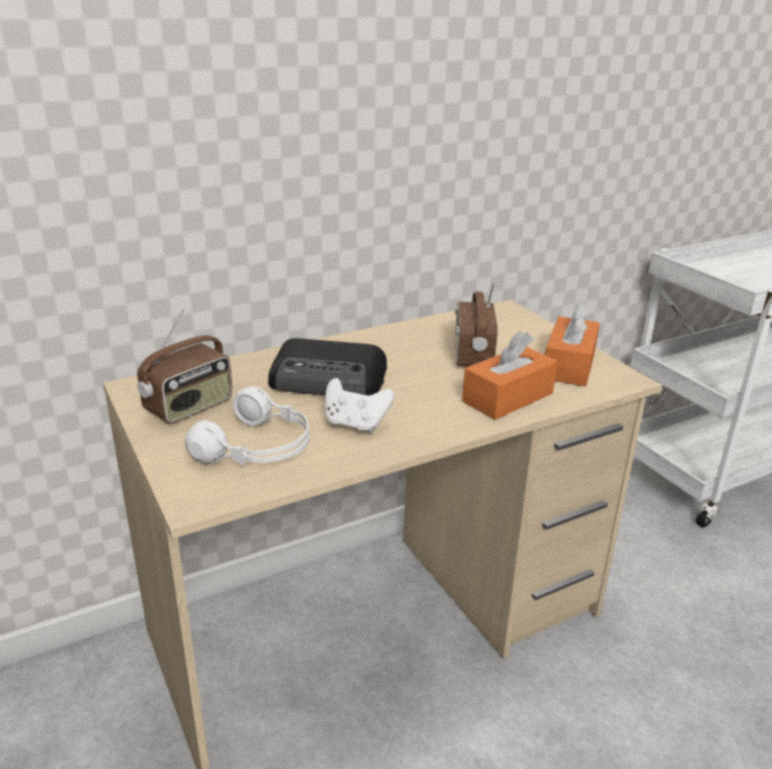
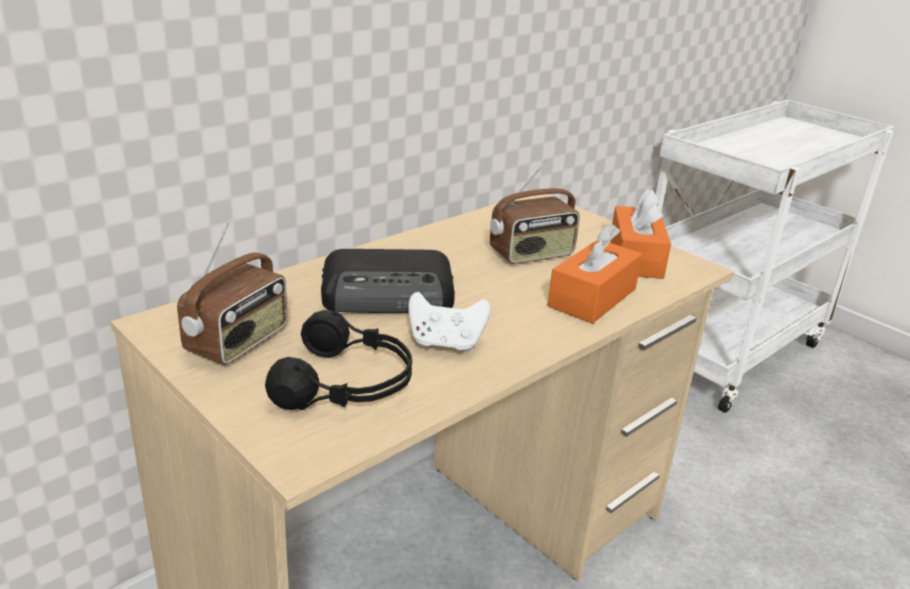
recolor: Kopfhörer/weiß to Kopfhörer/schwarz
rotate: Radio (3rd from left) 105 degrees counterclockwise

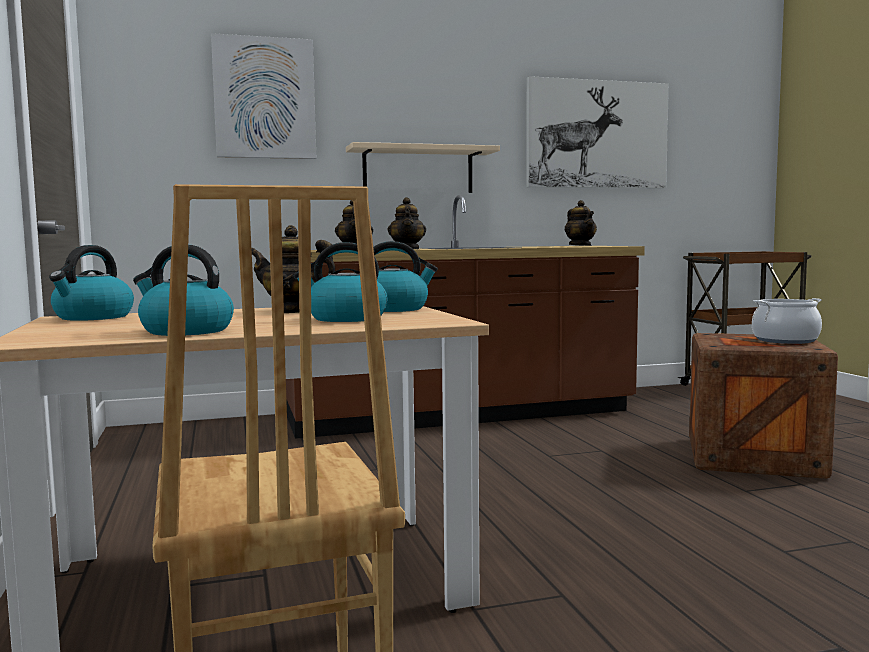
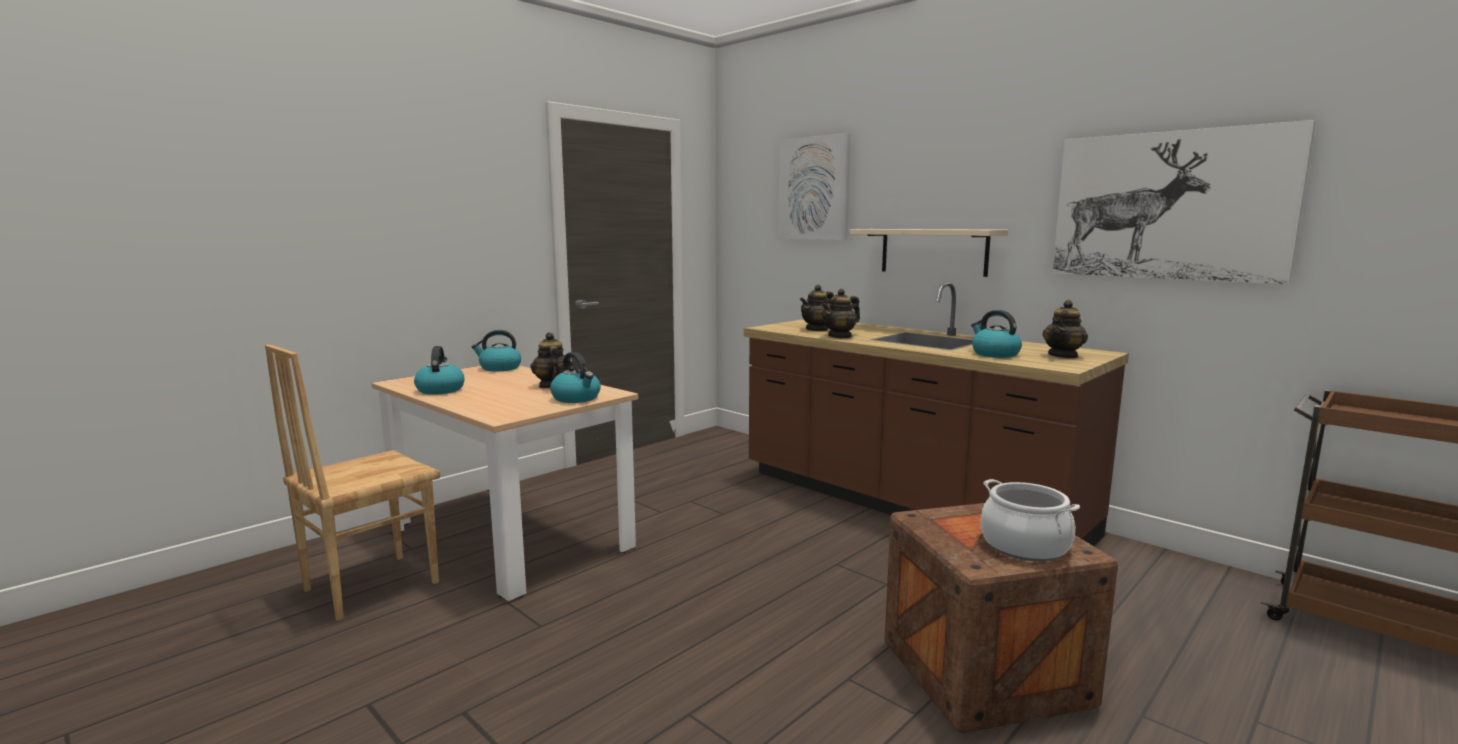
move: Wasserkessel (3rd from left in the first image) to Wasserkessel (4th from left)

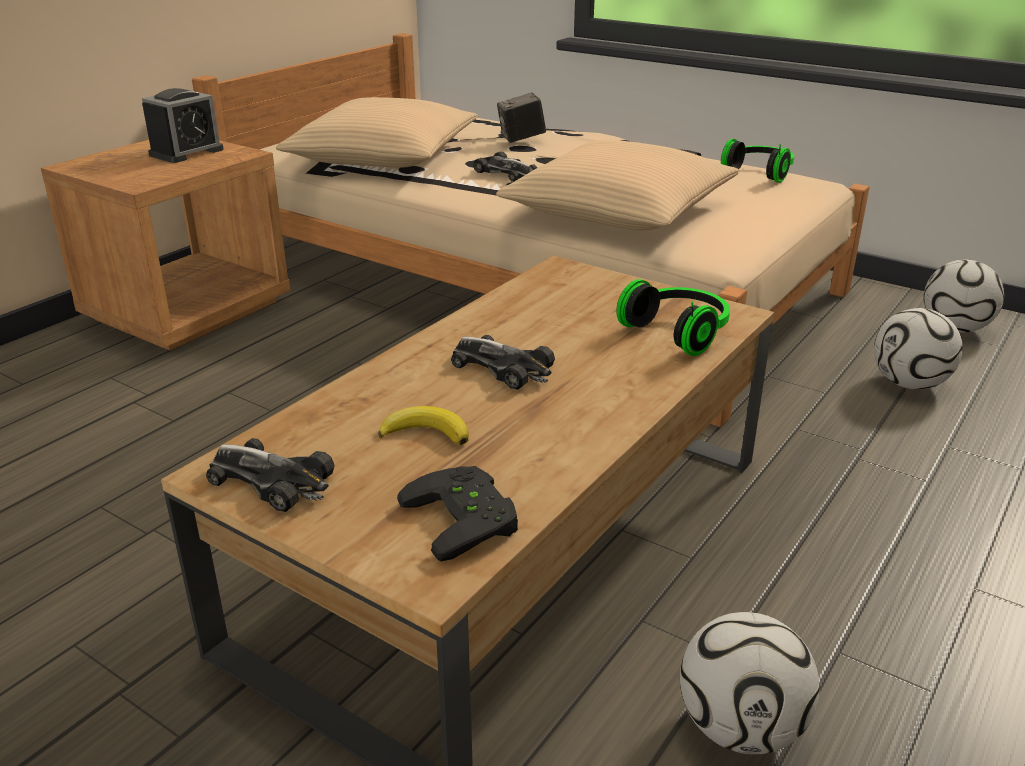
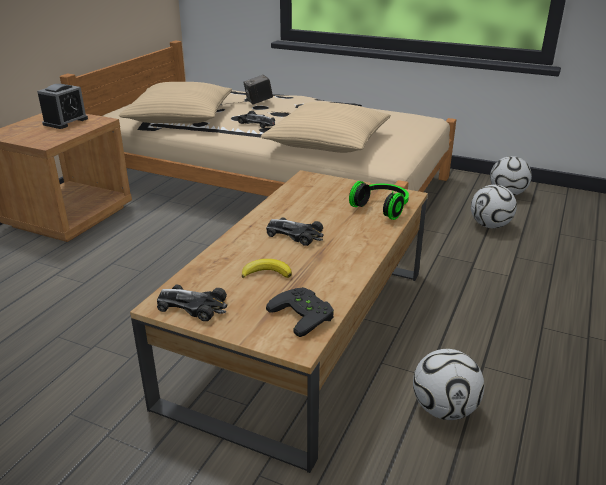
delete: Kopfhörer (2nd from left)

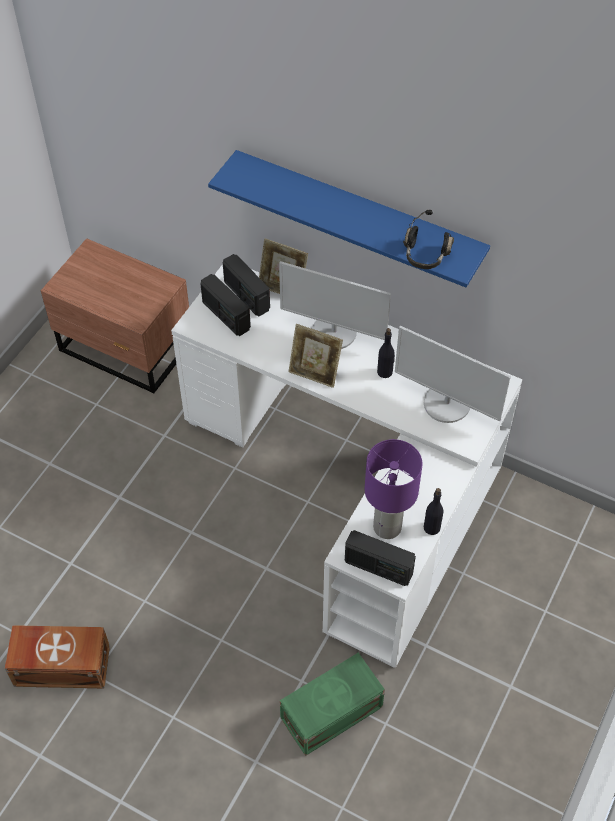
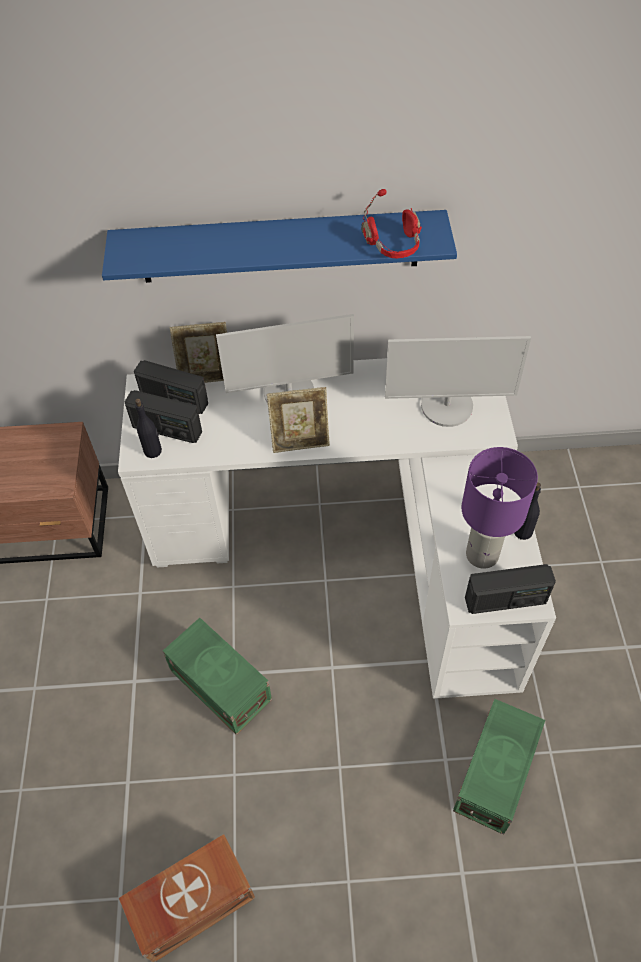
insert: Aufbewahrungsbox/grün (1st from left)
move: Flasche/schwarz (1st from left)
recolor: Kopfhörer/schwarz to Kopfhörer/rot

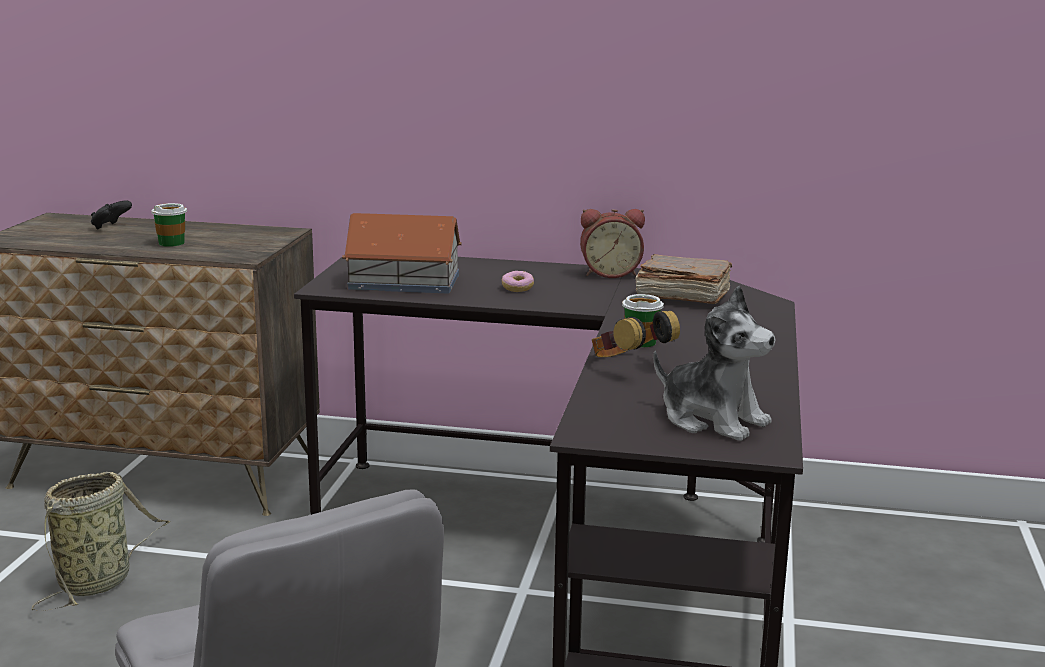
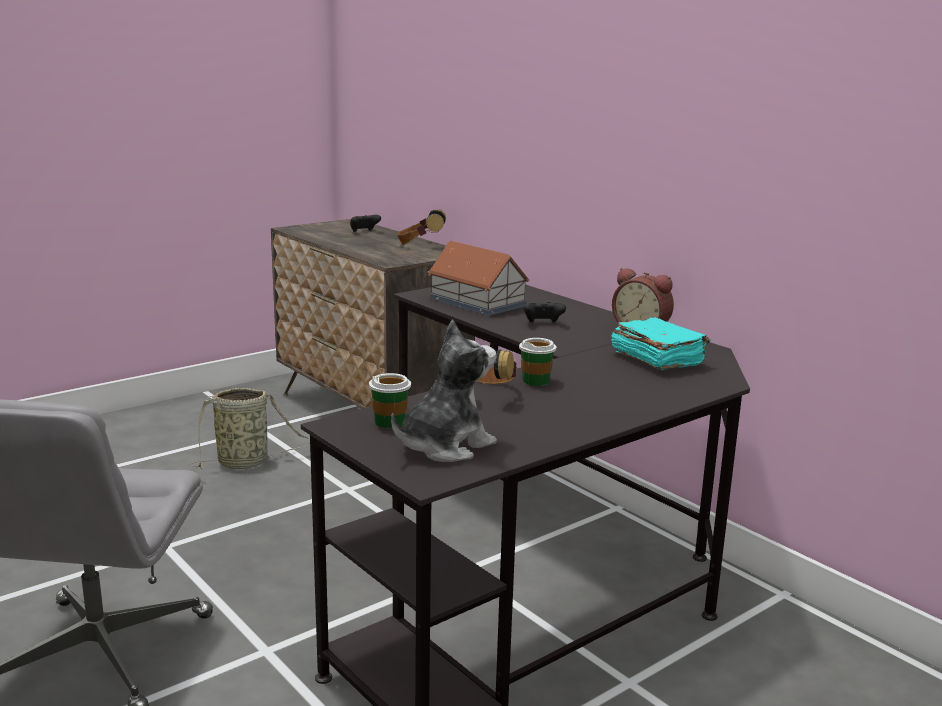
insert: Kopfhörer (1st from left)
move: Tasse (1st from left)
replace: Donut to Gamepad/schwarz (2nd from left)
recolor: Buch/braun to Buch/türkis
rotate: Plüschtier 120 degrees counterclockwise

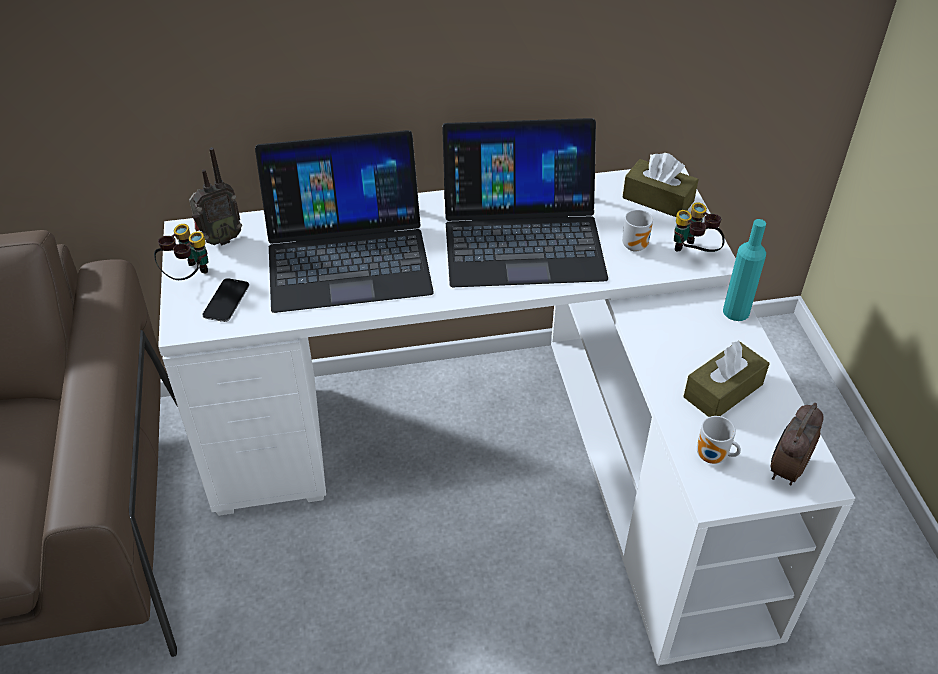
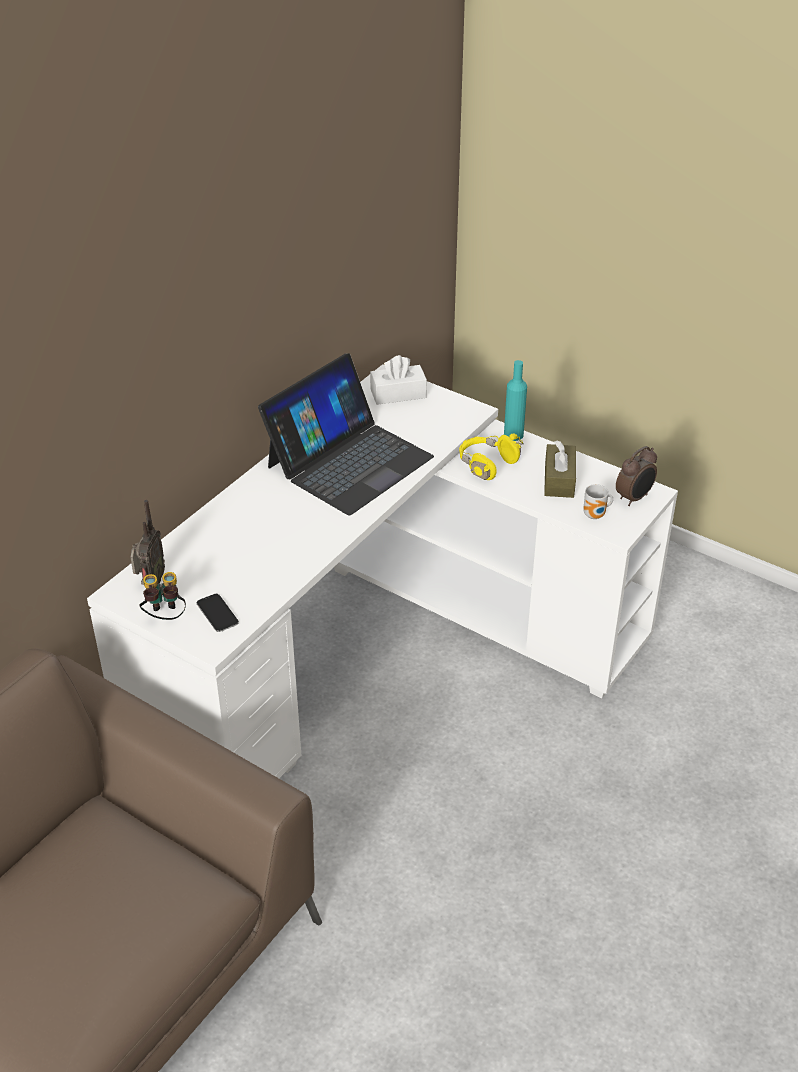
delete: Laptop (1st from left); Henkelbecher (1st from left); Fernglas (2nd from left)
insert: Kopfhörer/gelb
recolor: Taschentuchbox/braun (1st from left) to Taschentuchbox/weiß
rotate: Wecker 120 degrees counterclockwise

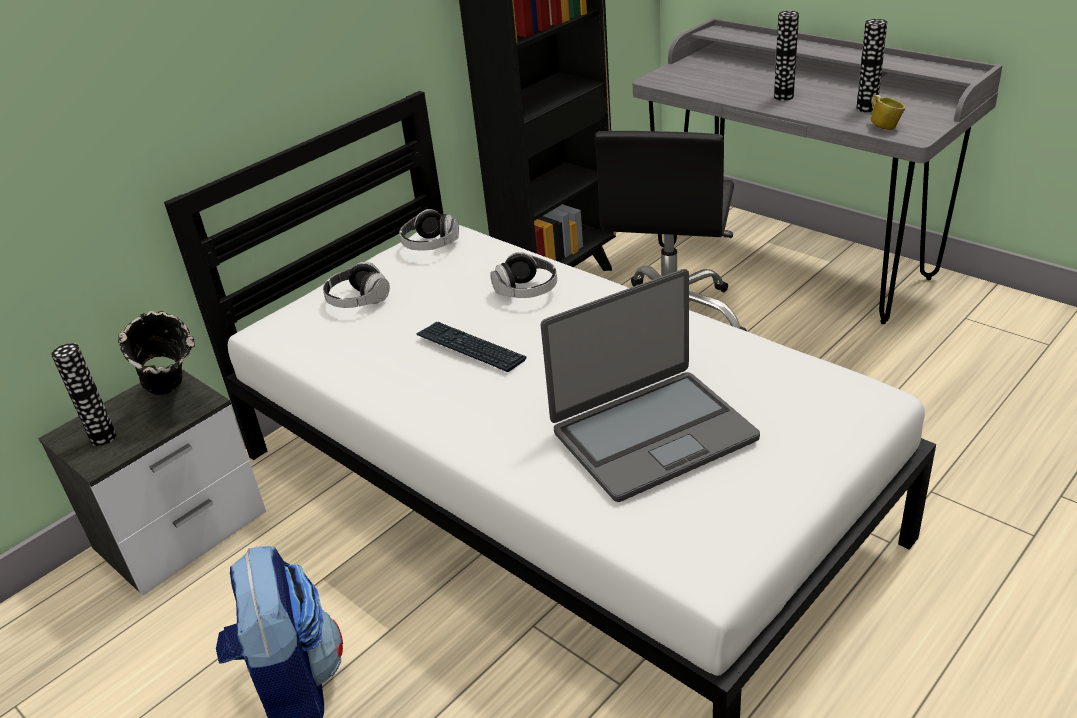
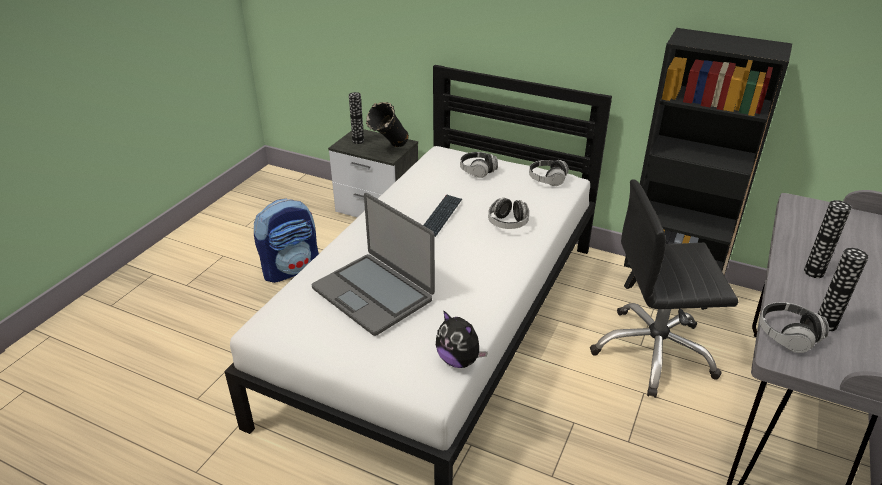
insert: Plüschtier
replace: Henkelbecher to Kopfhörer (4th from left)

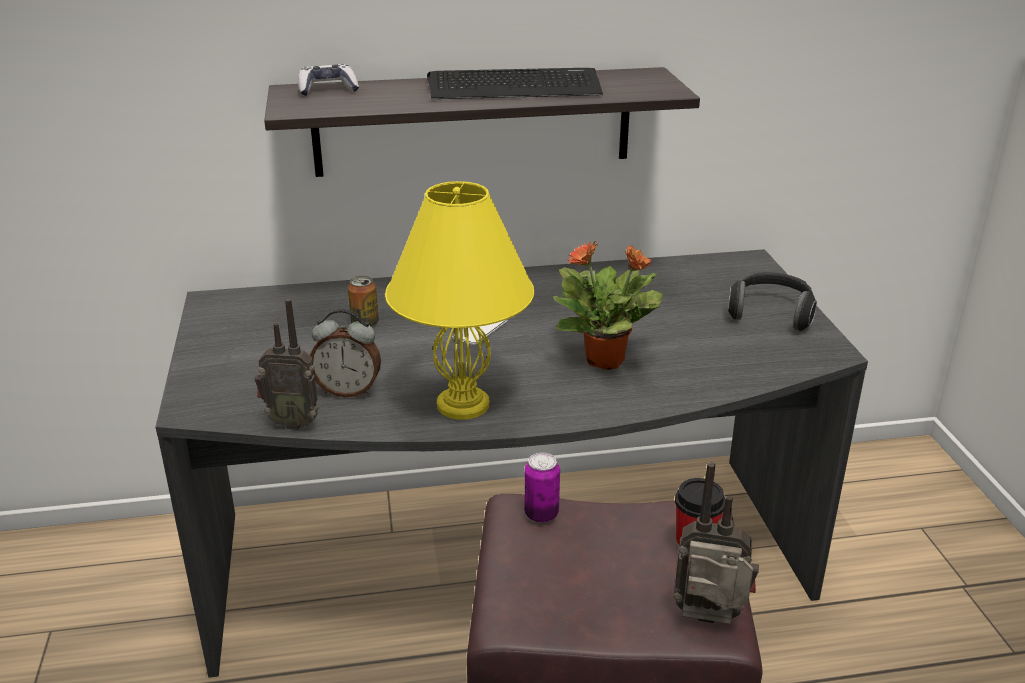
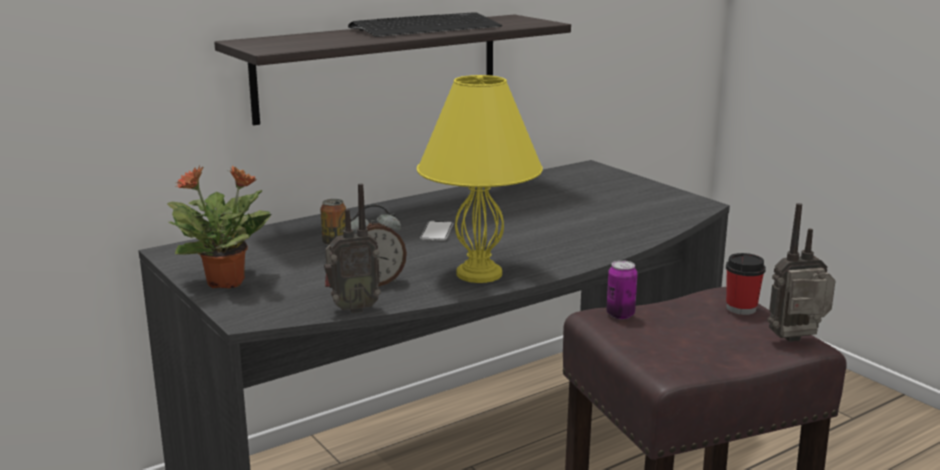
delete: Gamepad; Kopfhörer
move: Topfpflanze

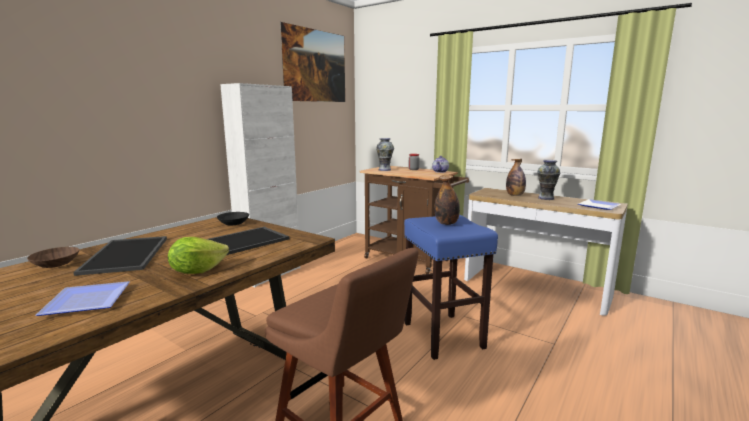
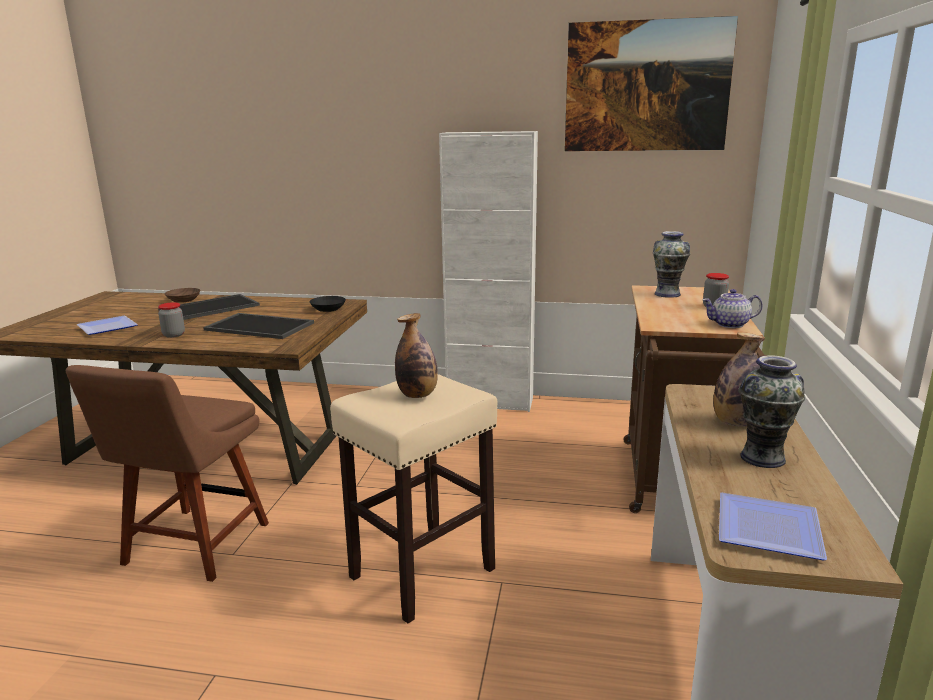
replace: Salatkopf to Vorratsglas (1st from left)
recolor: Hocker/blau to Hocker/beige

